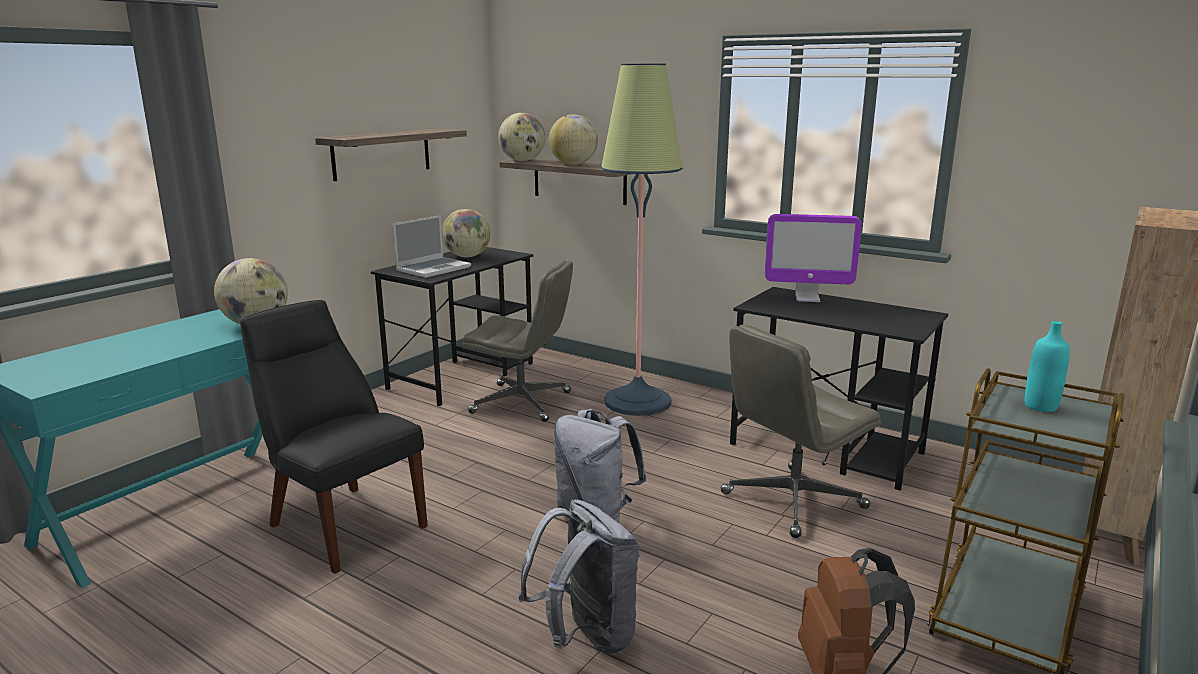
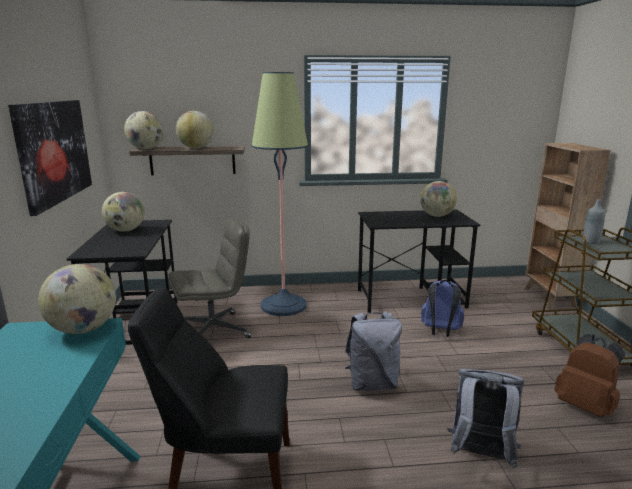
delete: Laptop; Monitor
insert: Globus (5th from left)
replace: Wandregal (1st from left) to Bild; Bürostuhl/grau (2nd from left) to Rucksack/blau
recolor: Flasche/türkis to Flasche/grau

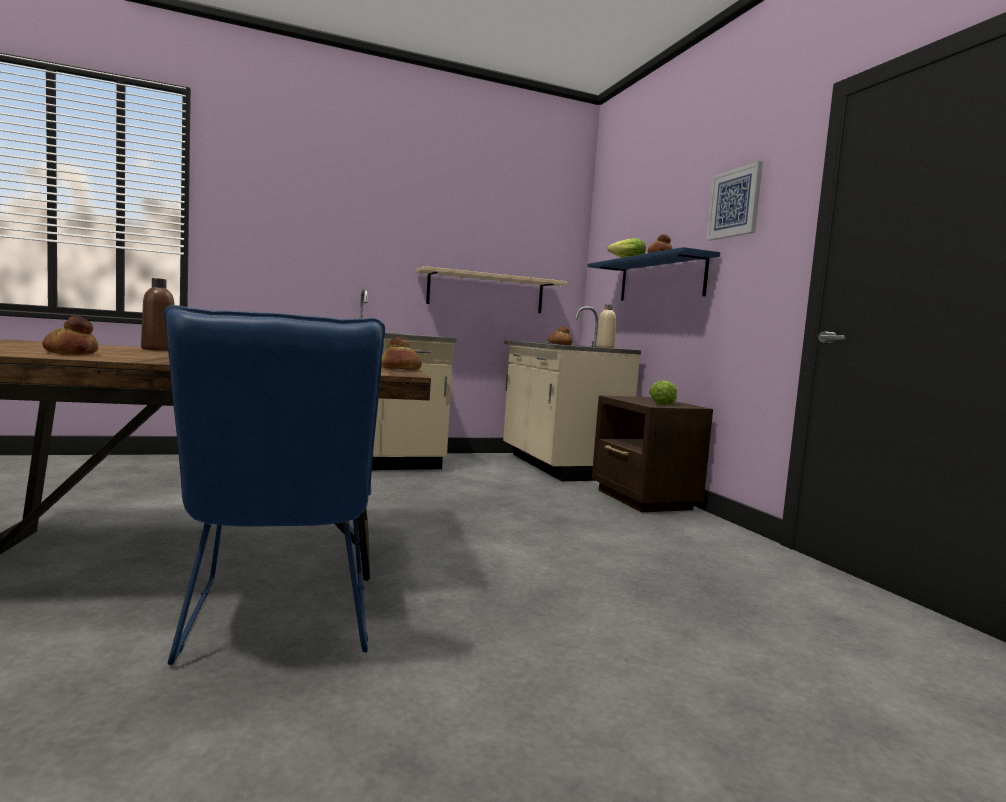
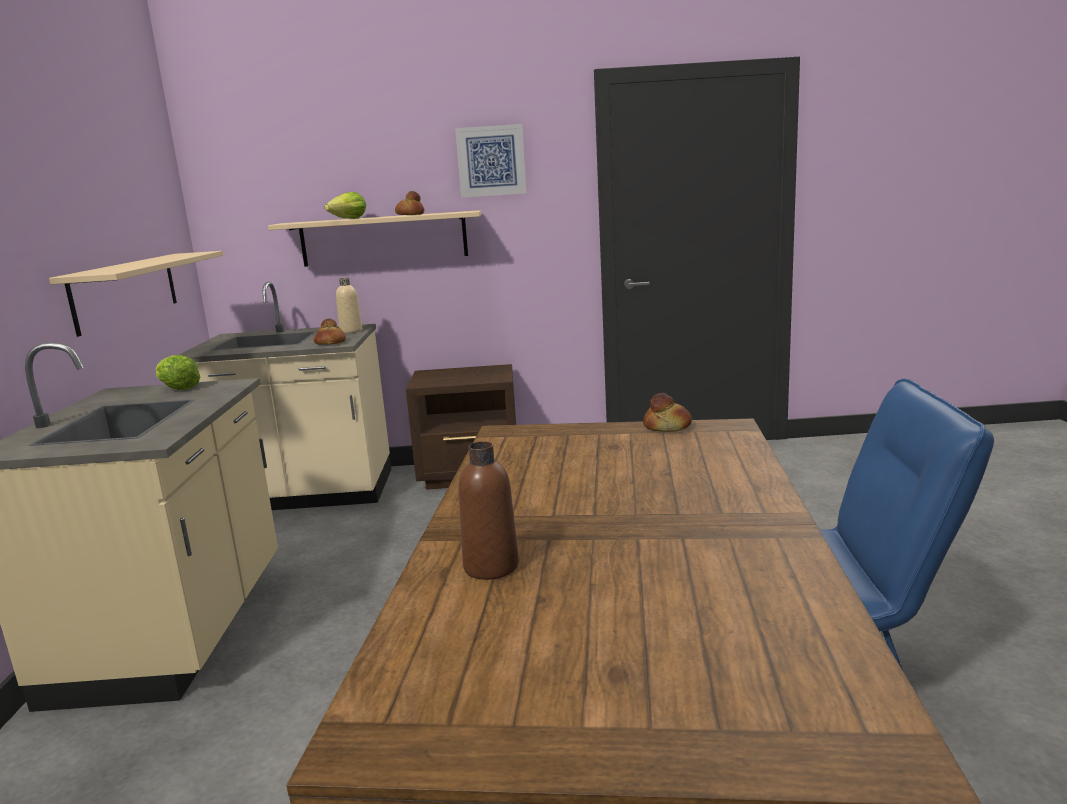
delete: Brot (1st from left)
move: Salatkopf (2nd from left in the first image) to Salatkopf (1st from left)
recolor: Wandregal/blau to Wandregal/beige (2nd from left)

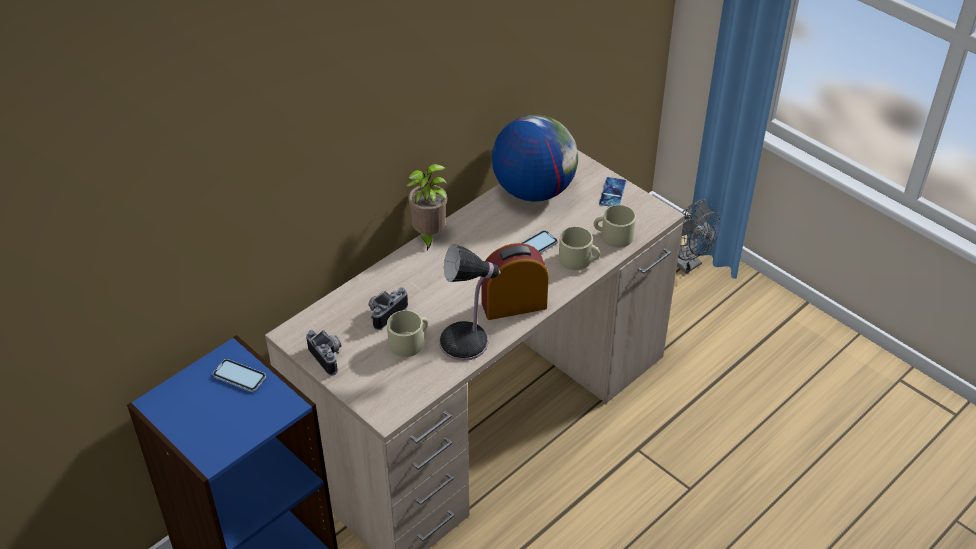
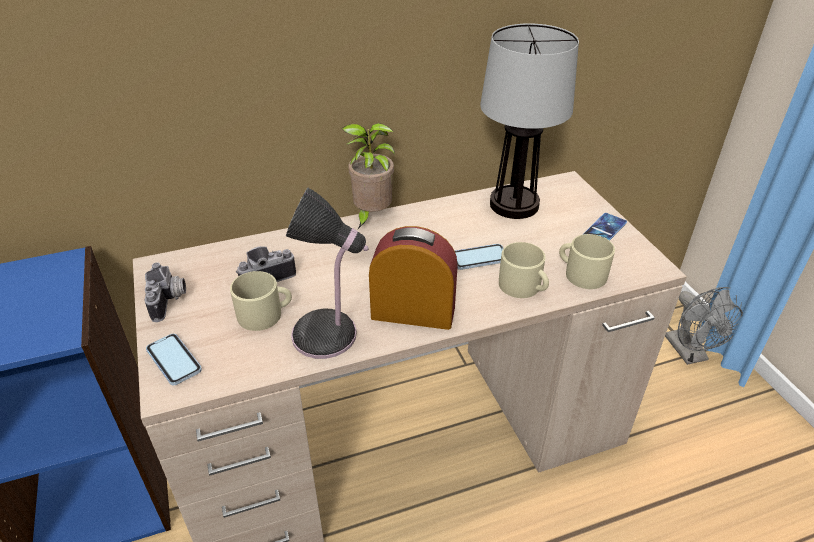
move: Handy (1st from left)
replace: Globus to Tischlampe (2nd from left)

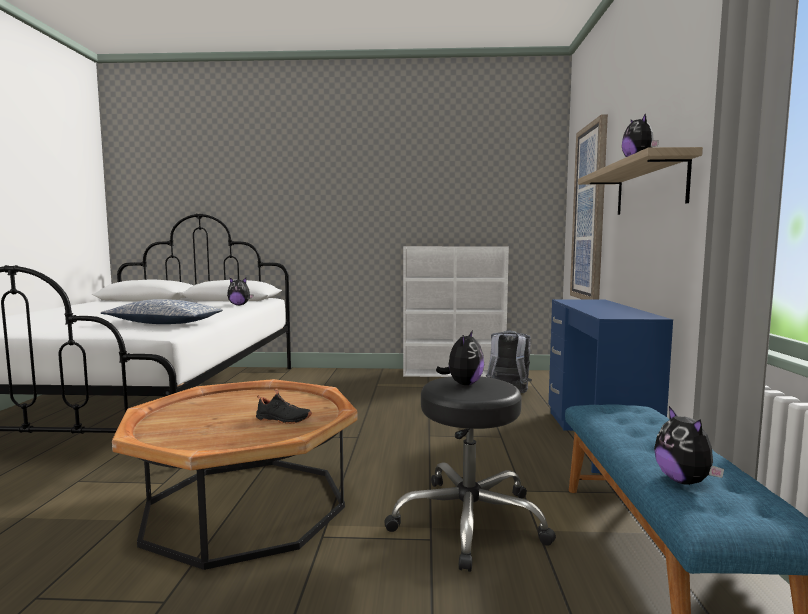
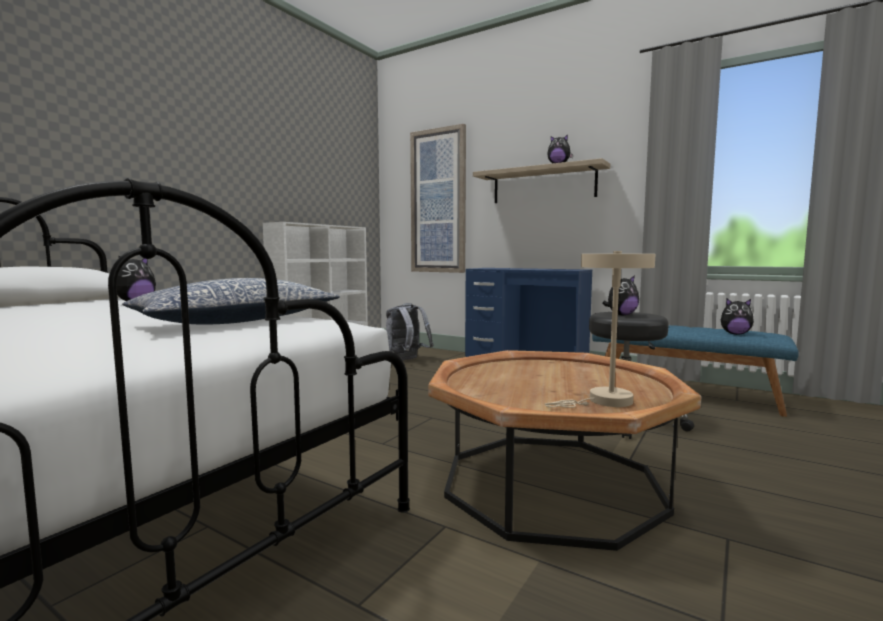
delete: Schuh/schwarz
insert: Tischlampe/beige
rotate: Plüschtier (2nd from left in the first image) 105 degrees clockwise

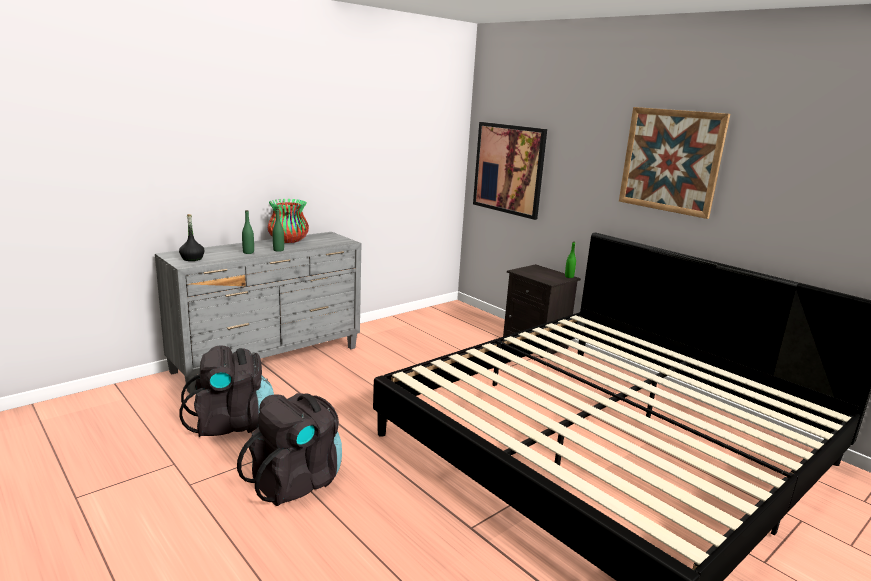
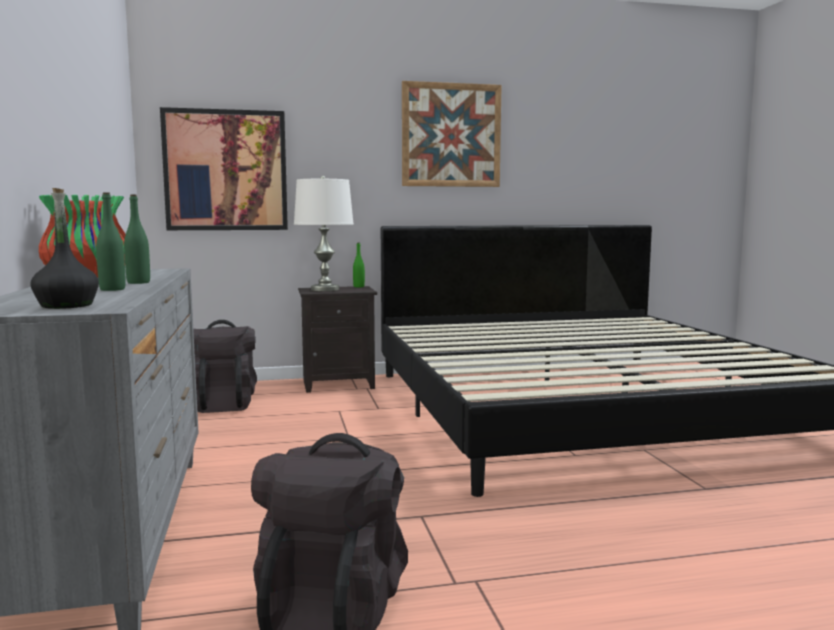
insert: Tischlampe/weiß
move: Rucksack/schwarz (2nd from left in the first image) to Rucksack/schwarz (1st from left)

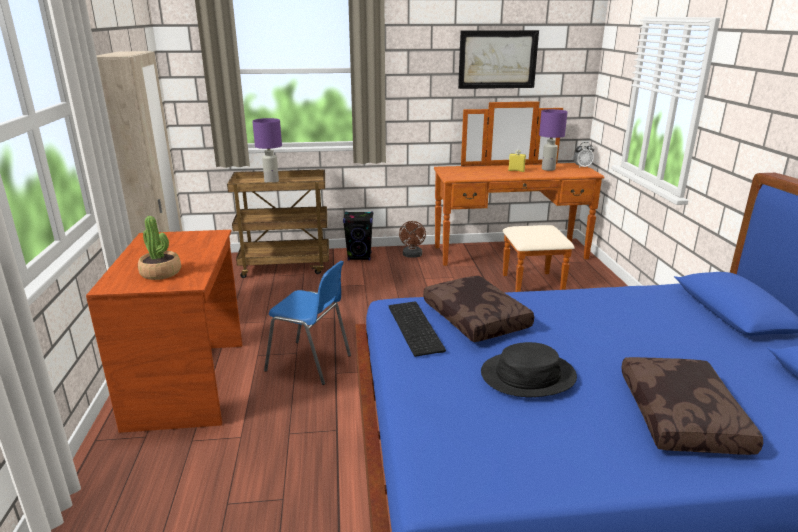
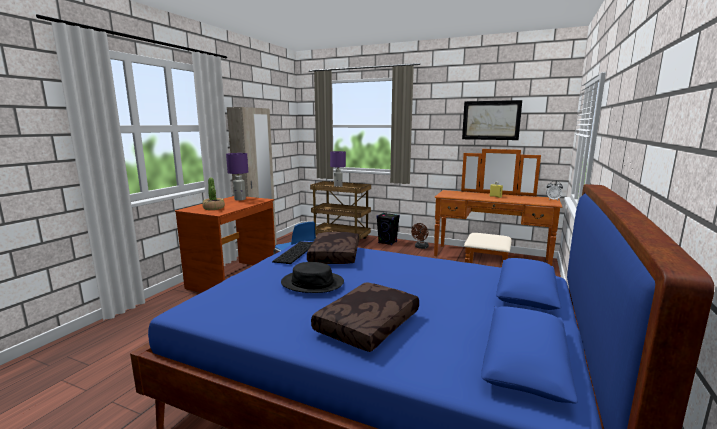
move: Tischlampe/lila (2nd from left in the first image) to Tischlampe/lila (1st from left)

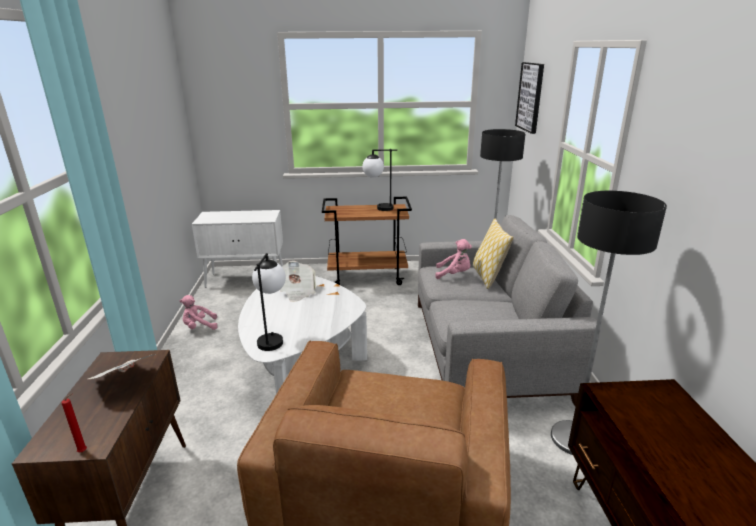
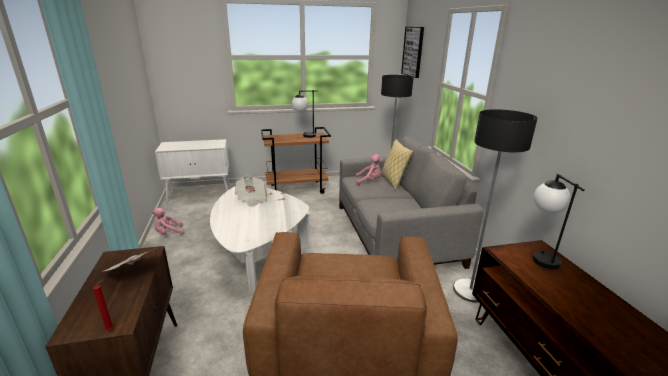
move: Tischlampe (1st from left in the first image) to Tischlampe (2nd from left)

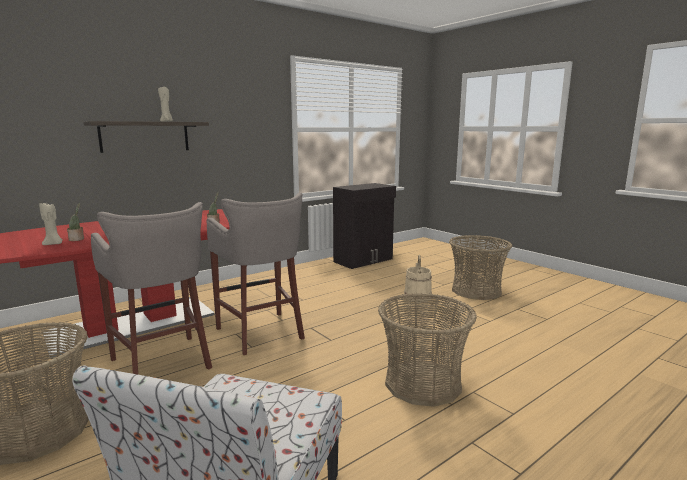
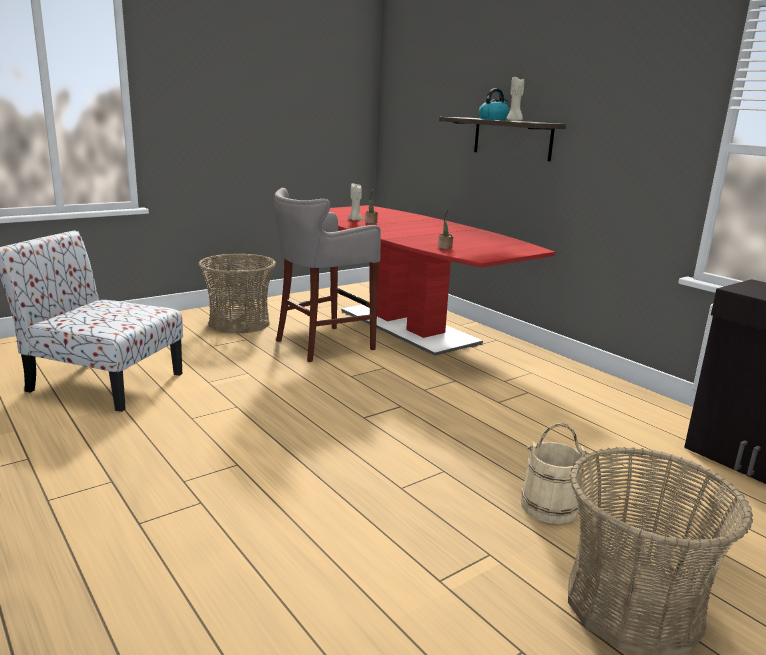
delete: Hocker/grau (2nd from left); Korb (2nd from left)
insert: Wasserkessel

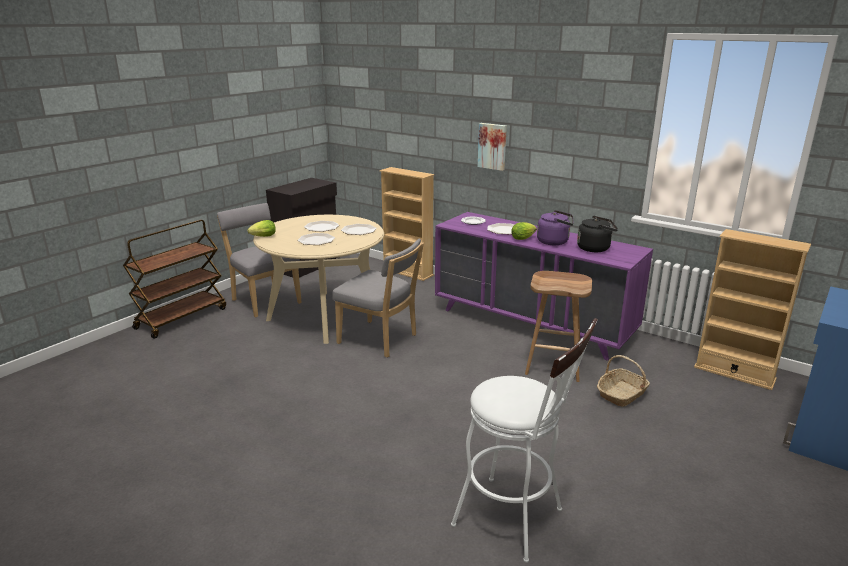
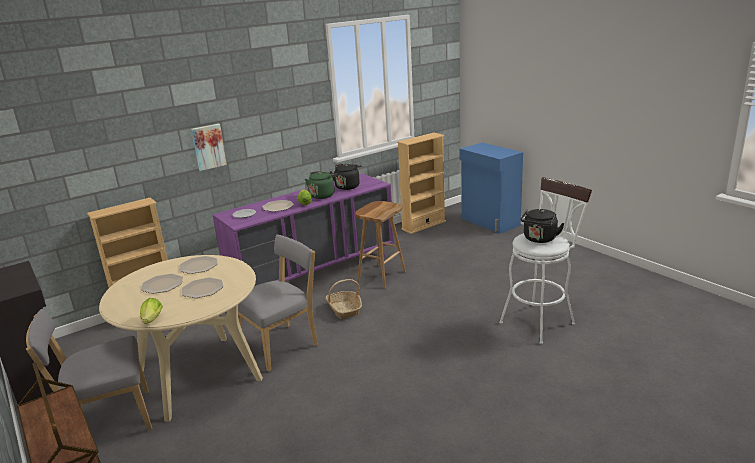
insert: Wasserkessel/schwarz (2nd from left)
move: Korb
recolor: Wasserkessel/lila to Wasserkessel/grün

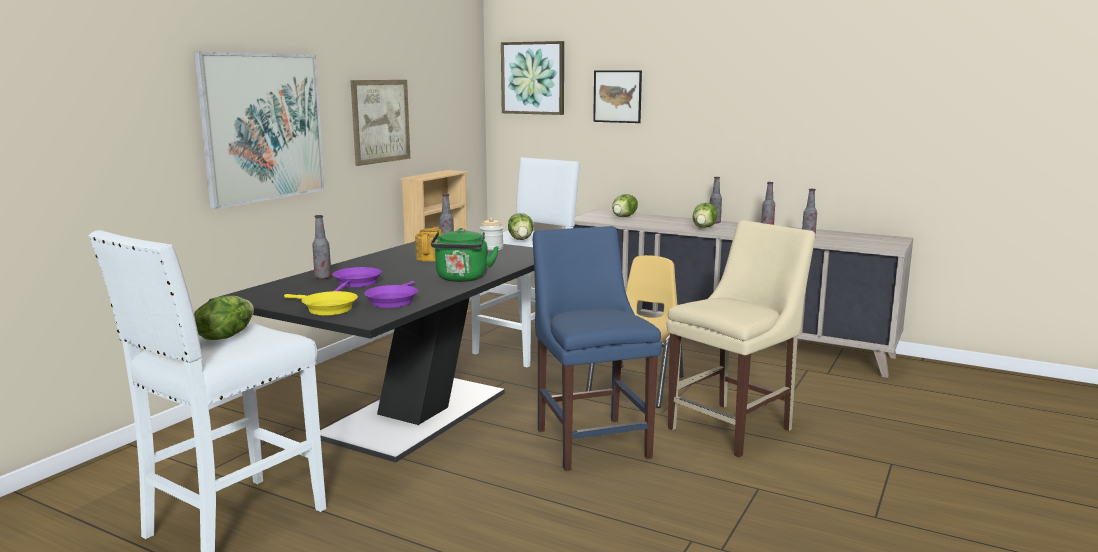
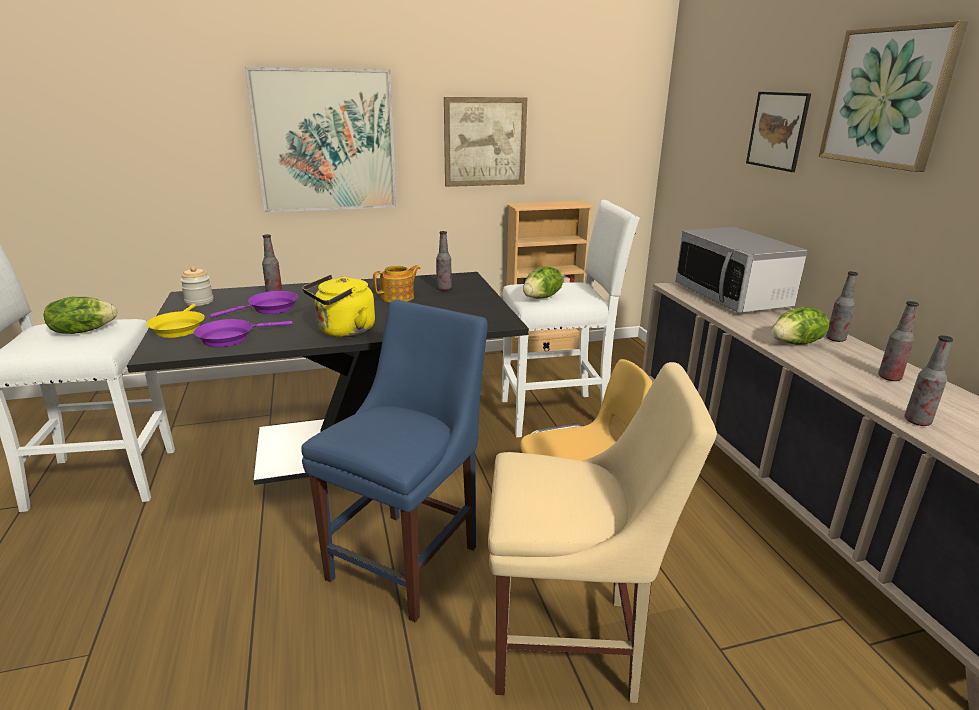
move: Vorratsglas; Bild (3rd from left in the first image) to Bild (4th from left)
replace: Salatkopf (3rd from left) to Mikrowelle
recolor: Wasserkessel/grün to Wasserkessel/gelb

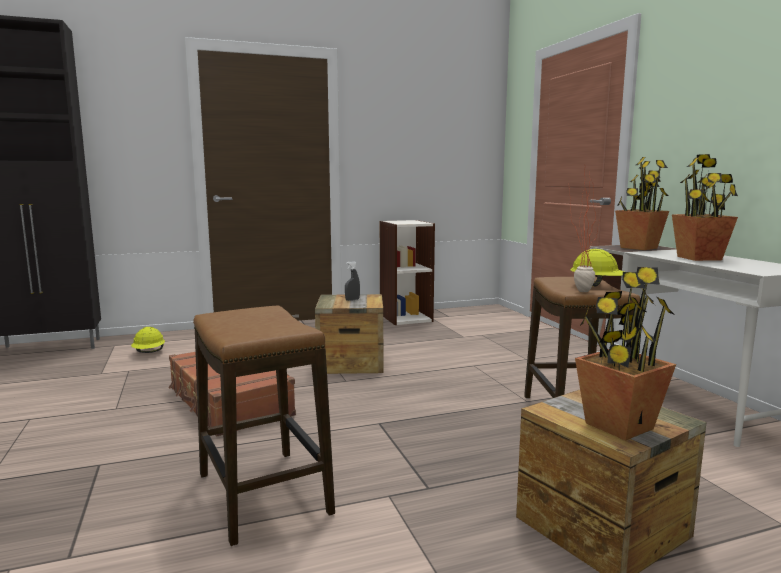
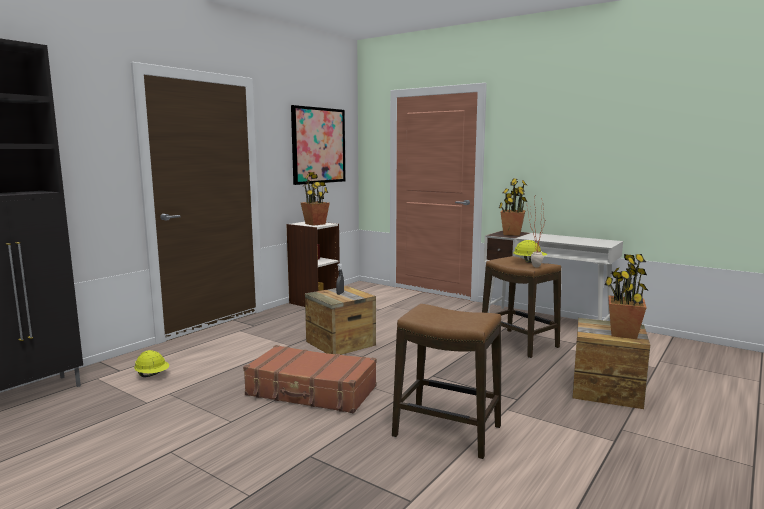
insert: Bild
move: Topfpflanze (4th from left in the first image) to Topfpflanze (1st from left)

